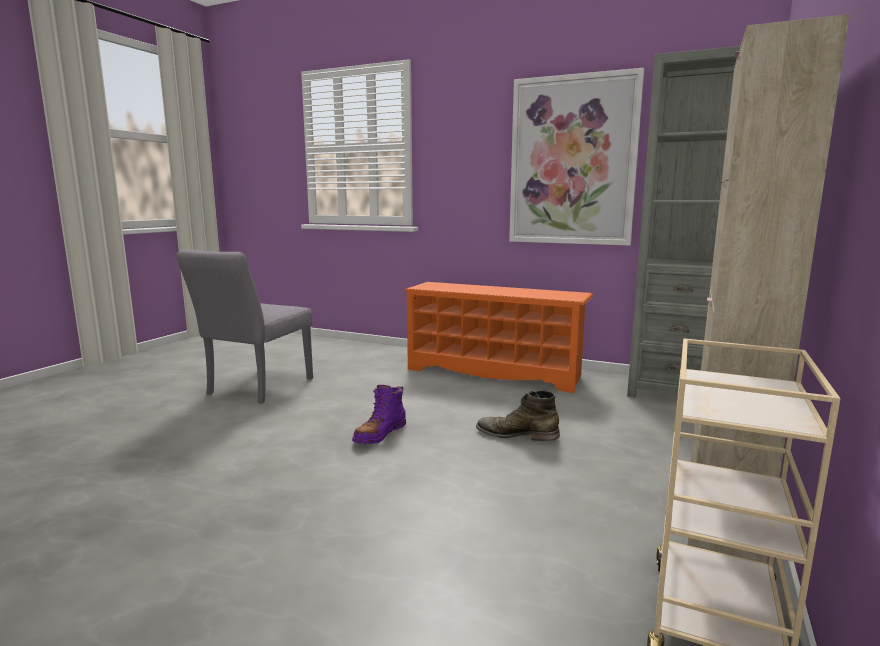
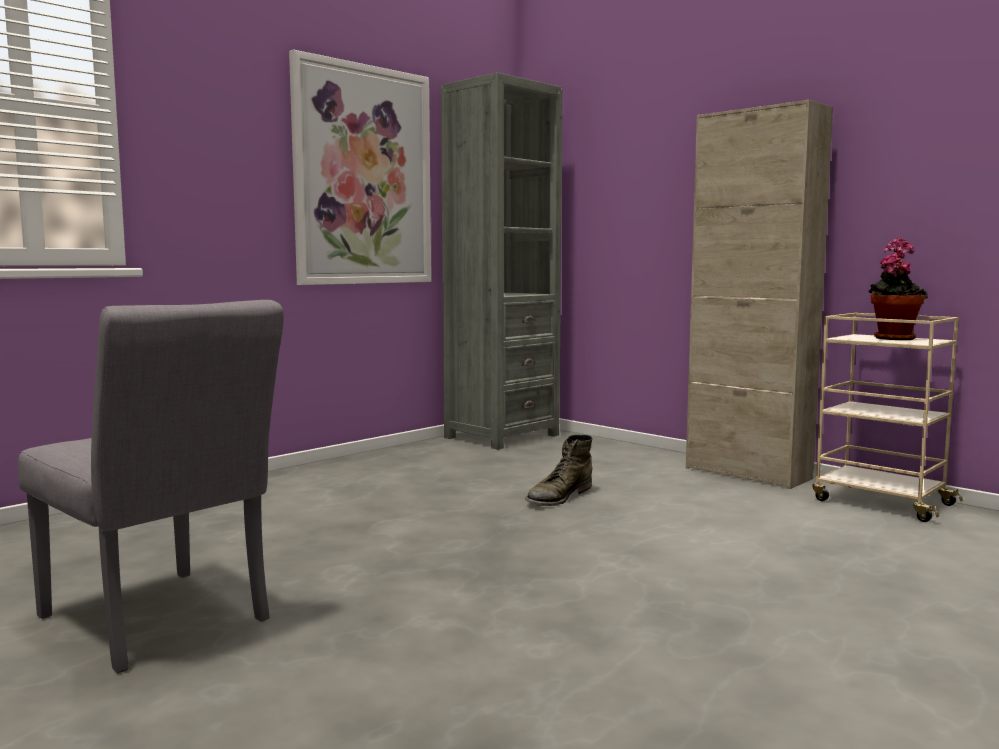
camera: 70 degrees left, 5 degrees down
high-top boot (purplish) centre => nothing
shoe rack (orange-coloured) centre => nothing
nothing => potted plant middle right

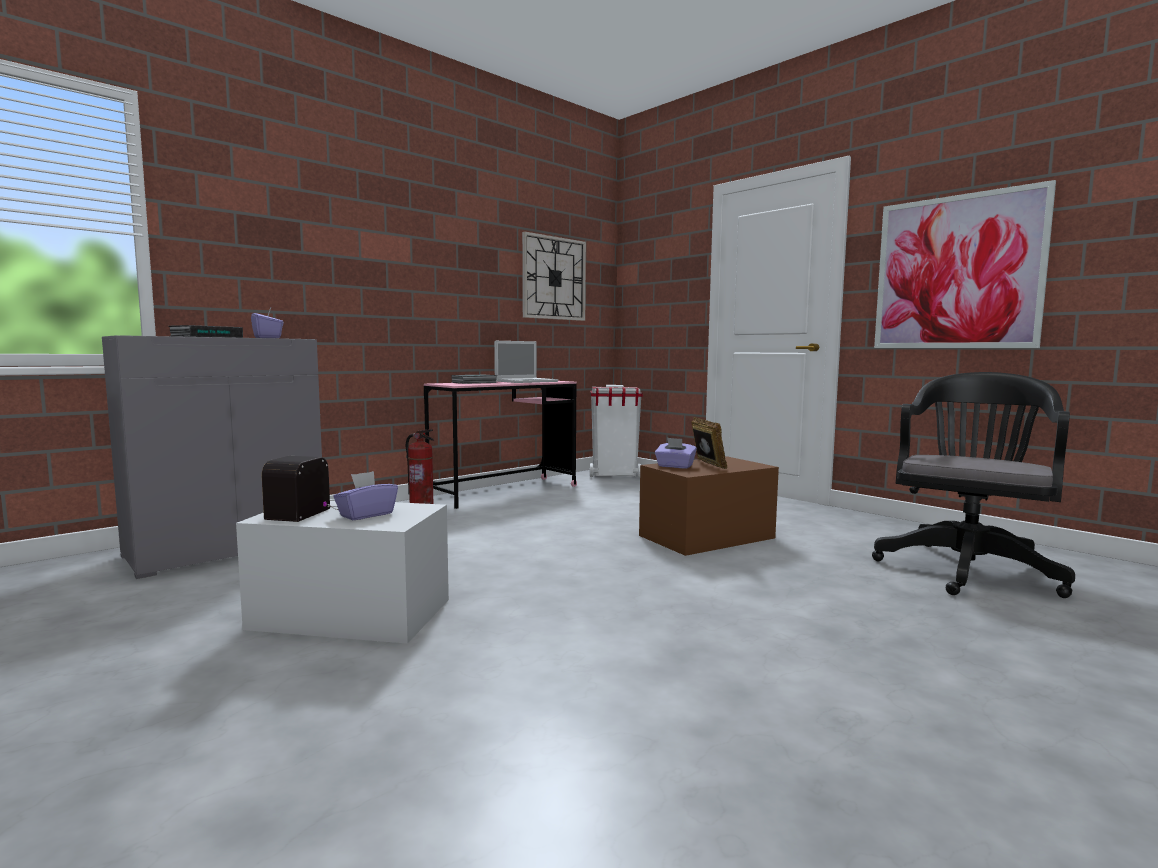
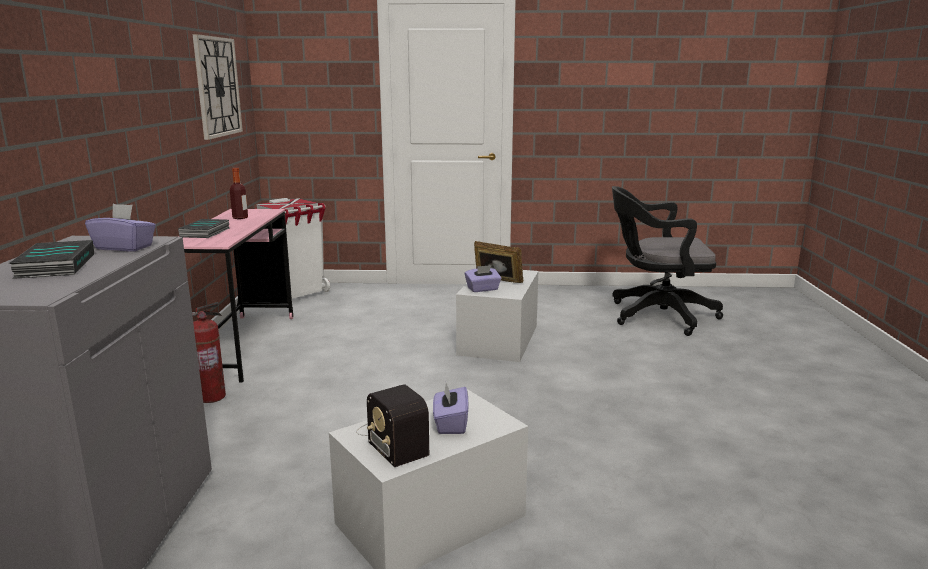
camera: 45 degrees left, 10 degrees up
wall picture top right => nothing
portable computer centre => bottle middle left
storage bin (brown) centre => storage bin (white-coloured) (no. 2 from left) centre
office chair (black) middle right, 75 degrees counterclockwise

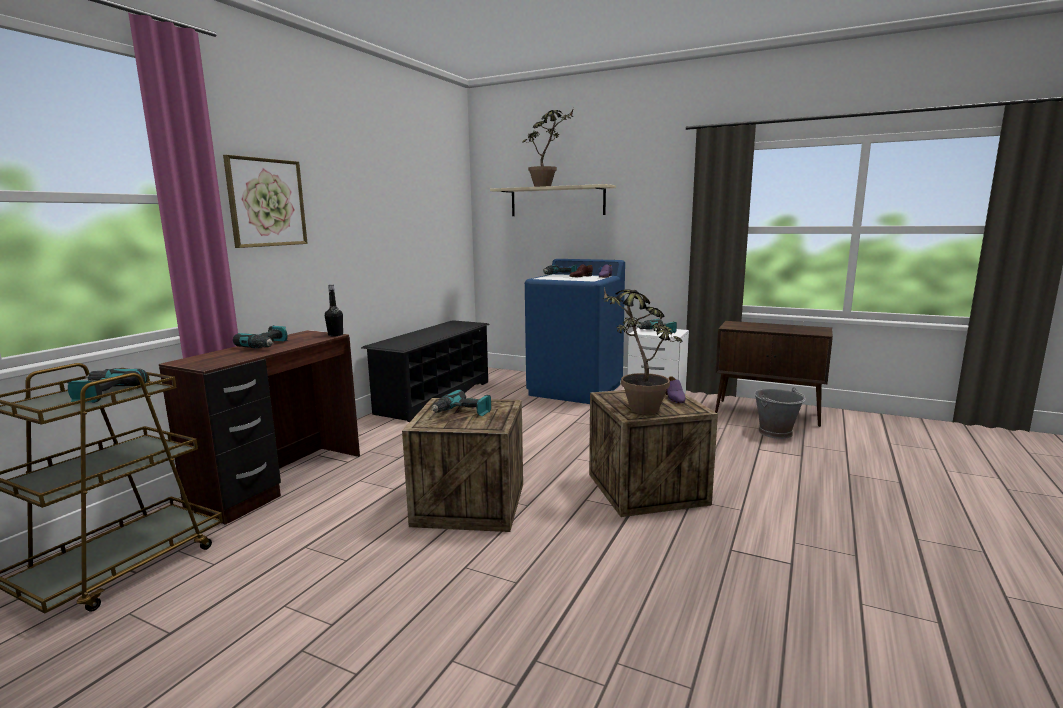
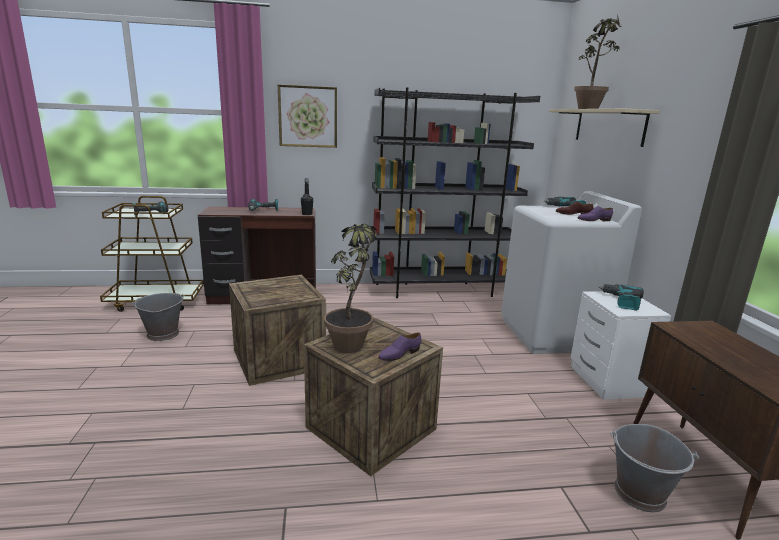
camera: 55 degrees right, 5 degrees up
power drill (no. 3 from left) centre => nothing
nothing => water bucket (gray) (no. 1 from left) middle left
shoe rack (black) centre => shelving unit (black) centre
laundry appliance (blue) centre => laundry appliance (white-coloured) middle right

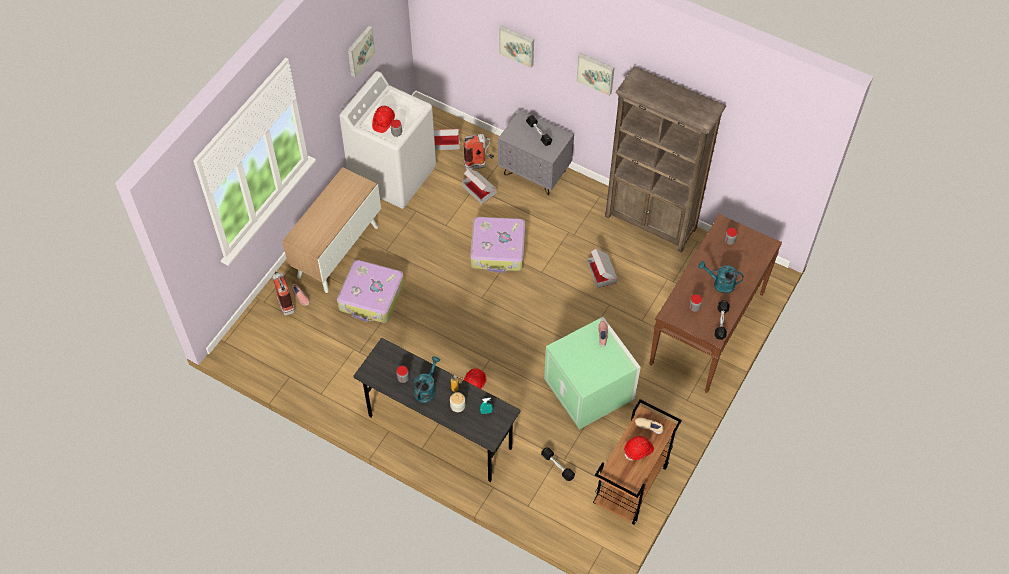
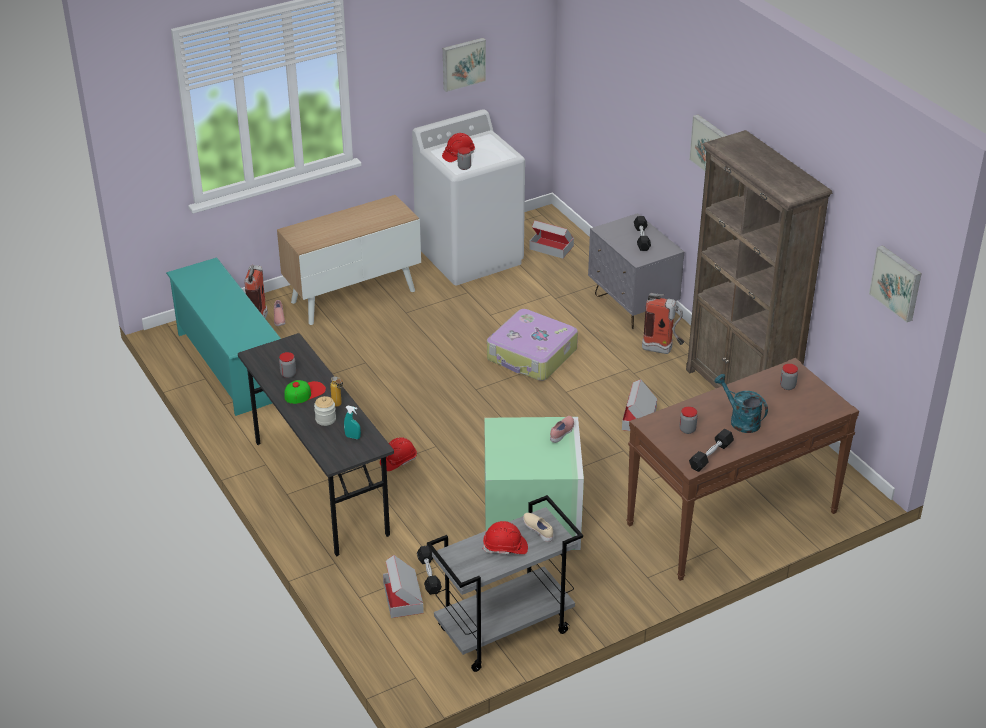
camera: 30 degrees right, 20 degrees down
piece of luggage (no. 1 from left) centre => nothing
nothing => shoe rack (turquoise-coloured) middle left
cardboard box (no. 2 from left in the first image) top centre => cardboard box (no. 1 from left) bottom centre, relocated
fire extinguisher (no. 2 from left) top centre => fire extinguisher (no. 2 from left) middle right, relocated
wall picture (no. 2 from left in the first image) top centre => wall picture (no. 3 from left) middle right, relocated
sprinkling can (turquoise-coloured) (no. 1 from left) centre => cap middle left
trolley (brown) bottom centre => trolley (gray) bottom centre

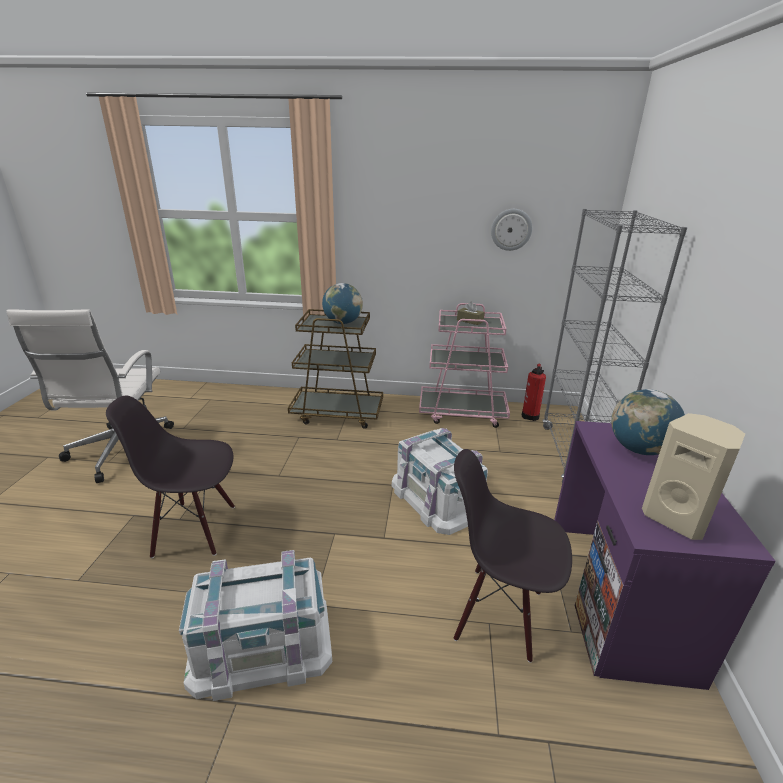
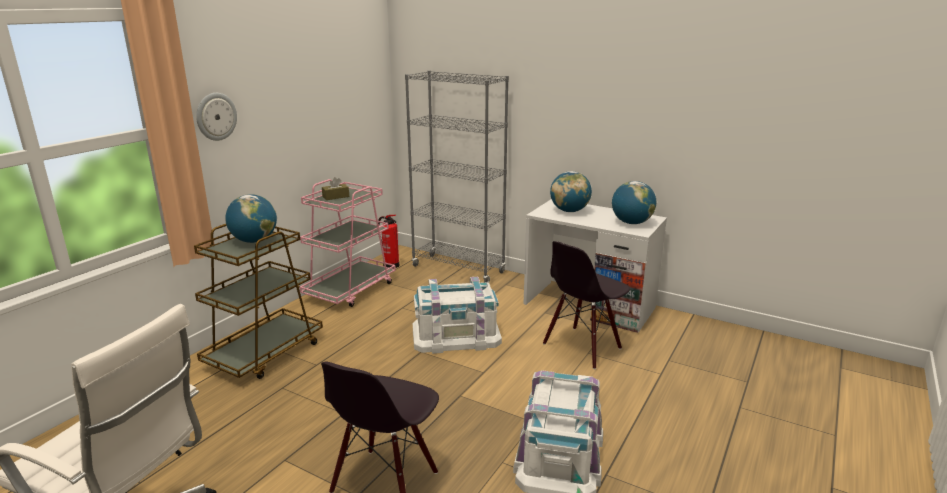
camera: 65 degrees left, 5 degrees down
wall clock top centre => wall clock top left, relocated
speaker (beige-coloured) middle right => desk globe (no. 3 from left) middle right
desk table (purplish) bottom right => desk table (white-coloured) centre

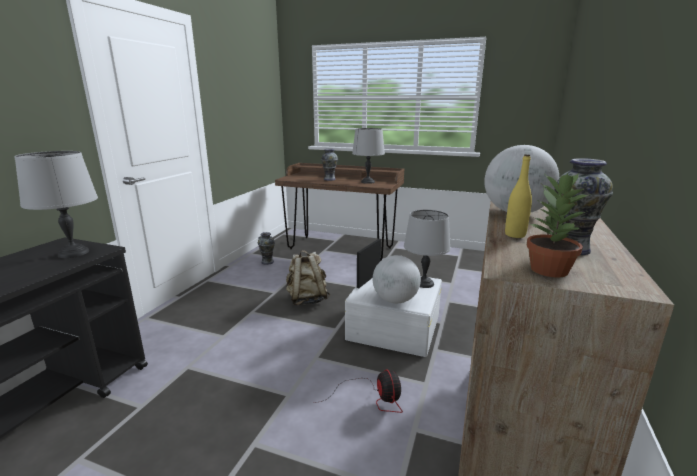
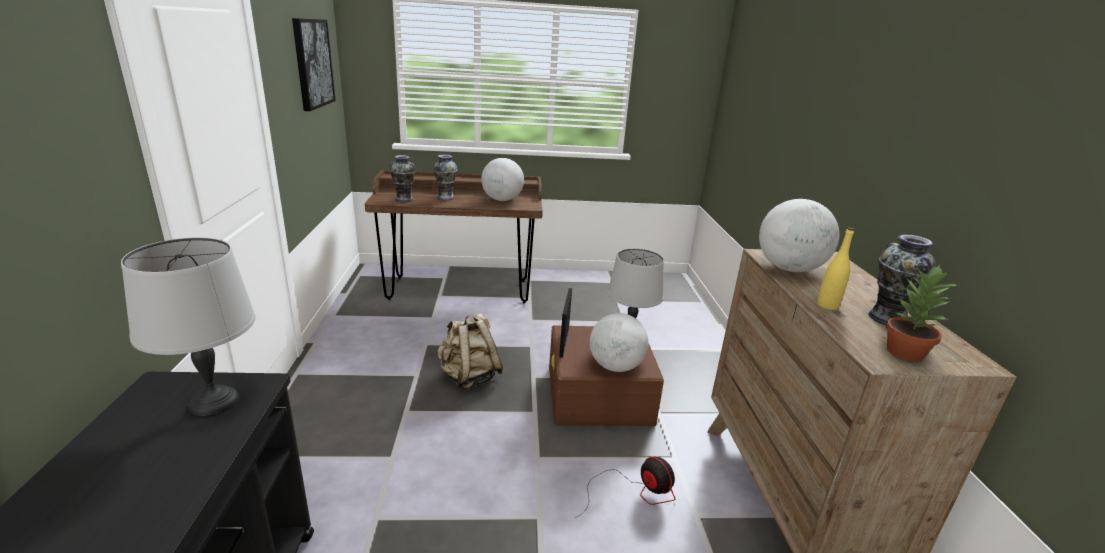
camera: 25 degrees left, 5 degrees up
nothing => wall picture top left
vase (no. 1 from left) centre => vase (no. 1 from left) top centre, relocated
lamp for a table (gray) (no. 2 from left) top centre => desk globe (no. 1 from left) top centre
storage bin (white-coloured) centre => storage bin (brown) bottom centre

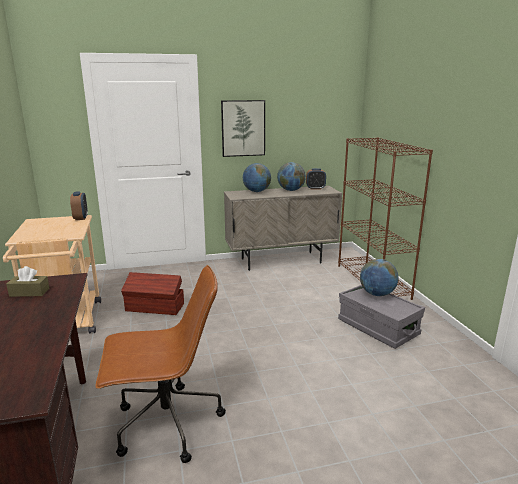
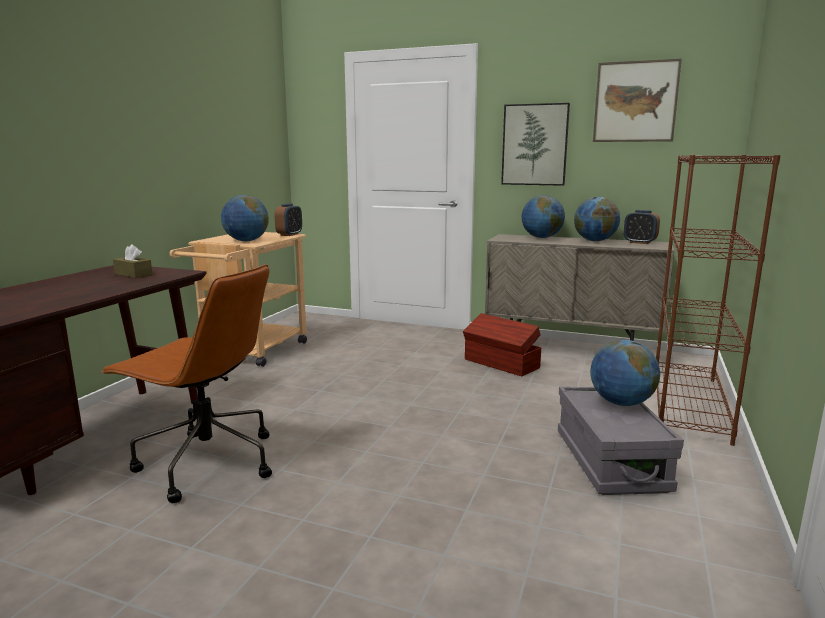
camera: 35 degrees right, 5 degrees down
nothing => desk globe (no. 1 from left) middle left
nothing => wall picture (no. 2 from left) top right
storage bin (brown) middle left => storage bin (brown) centre, relocated

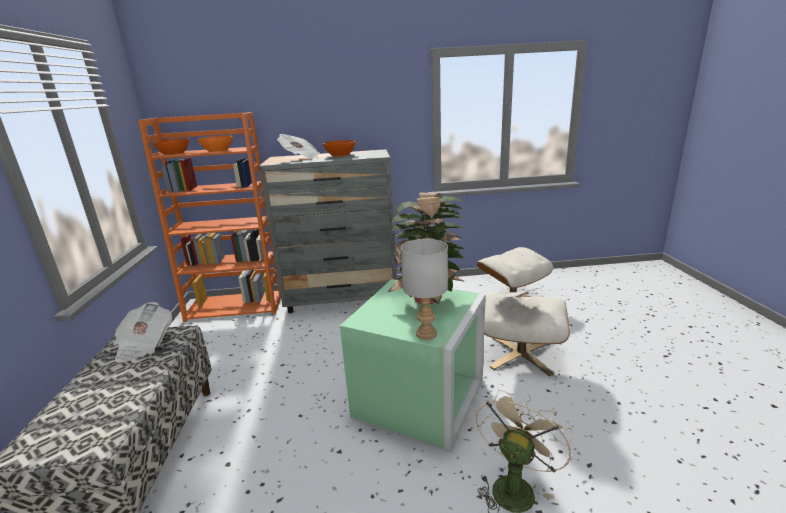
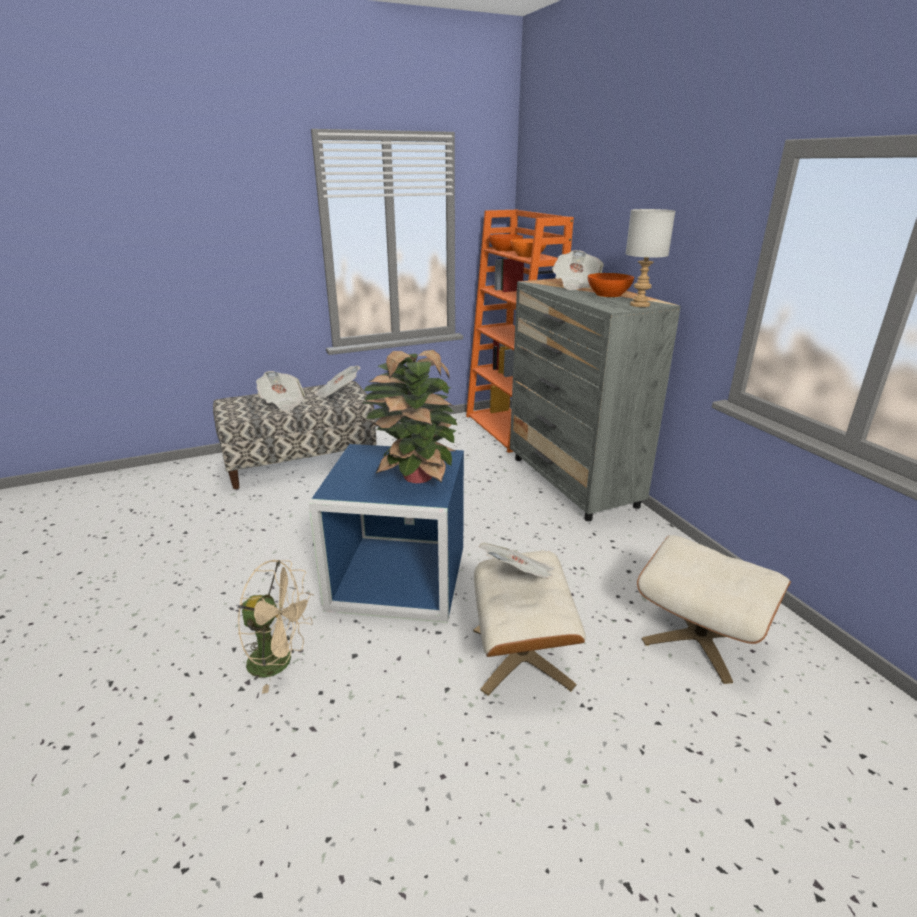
camera: 70 degrees right, 5 degrees up
nothing => daily paper (no. 1 from left) middle left
lamp for a table (gray) centre => lamp for a table (gray) top right, relocated
storage bin (green) bottom centre => storage bin (blue) centre

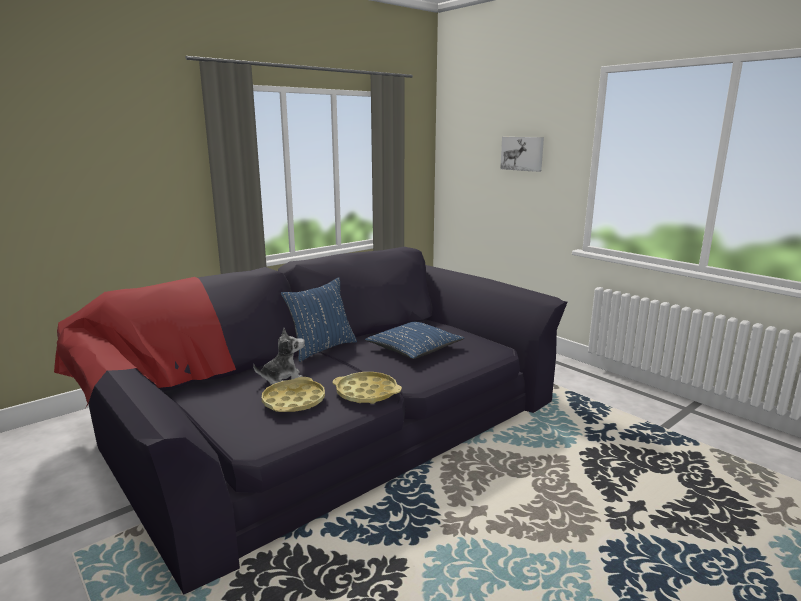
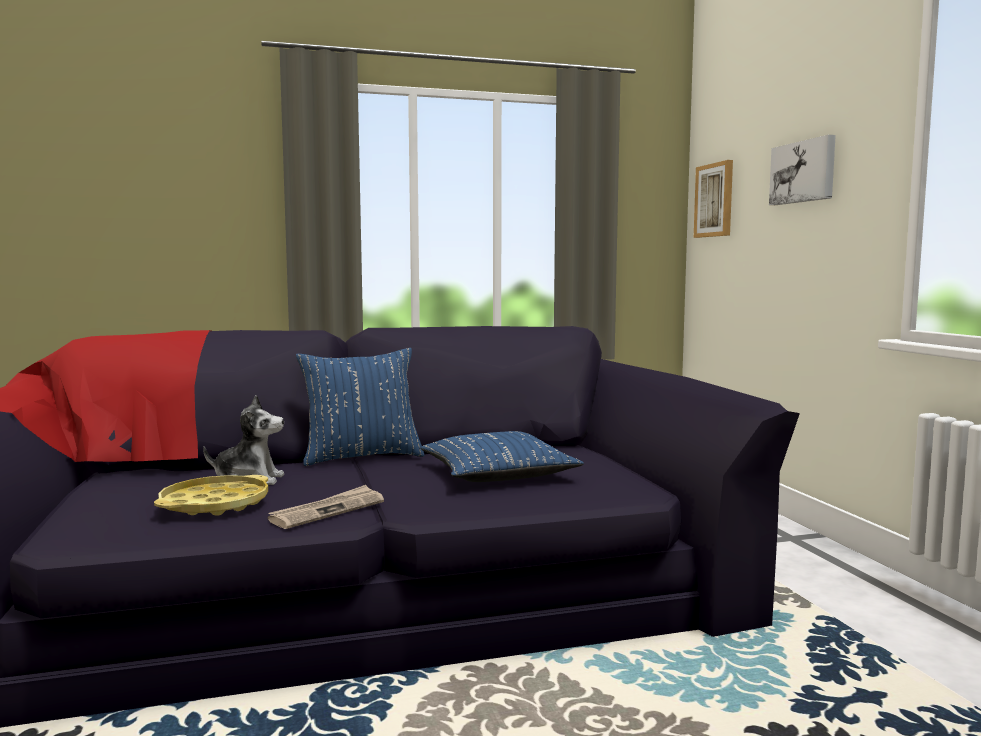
camera: 25 degrees right, 10 degrees down
nothing => wall picture (no. 1 from left) top right
tray (yellowish) (no. 2 from left) centre => daily paper bottom left

